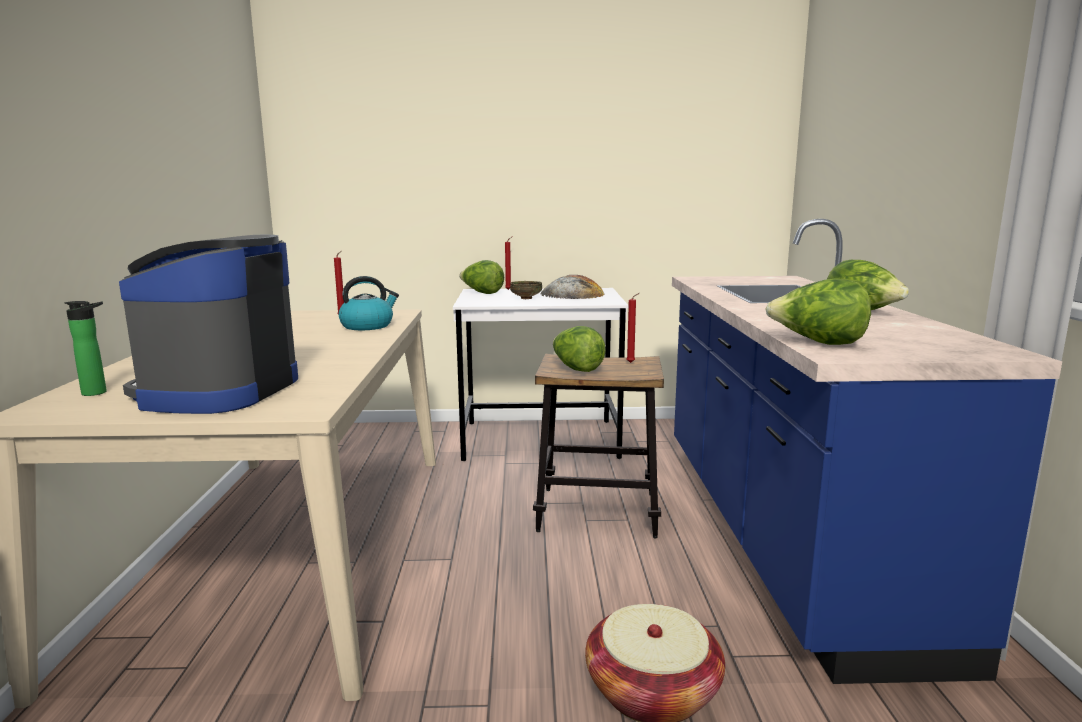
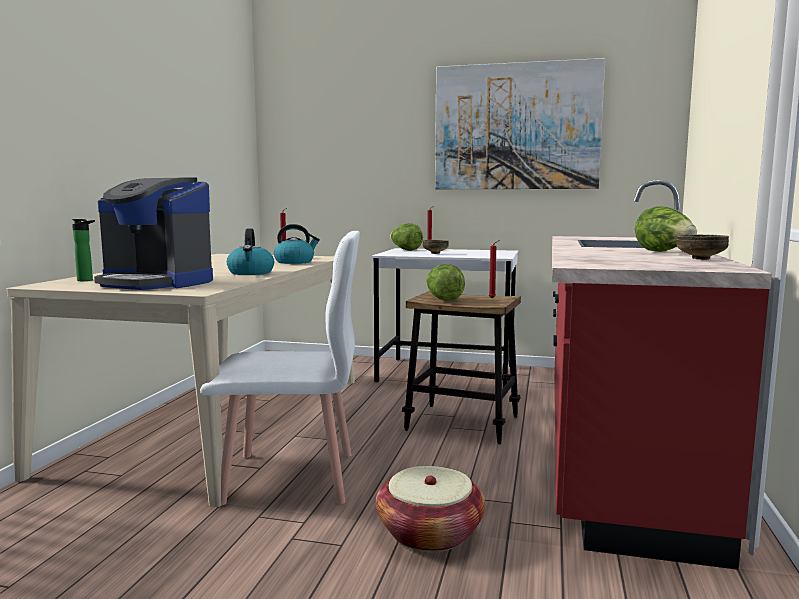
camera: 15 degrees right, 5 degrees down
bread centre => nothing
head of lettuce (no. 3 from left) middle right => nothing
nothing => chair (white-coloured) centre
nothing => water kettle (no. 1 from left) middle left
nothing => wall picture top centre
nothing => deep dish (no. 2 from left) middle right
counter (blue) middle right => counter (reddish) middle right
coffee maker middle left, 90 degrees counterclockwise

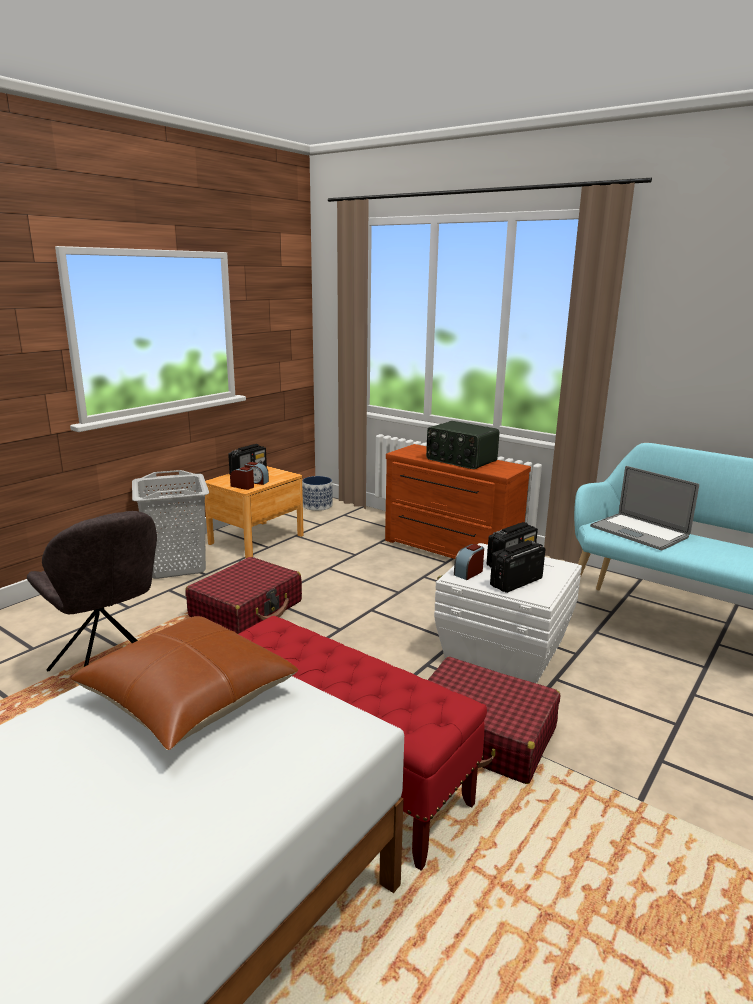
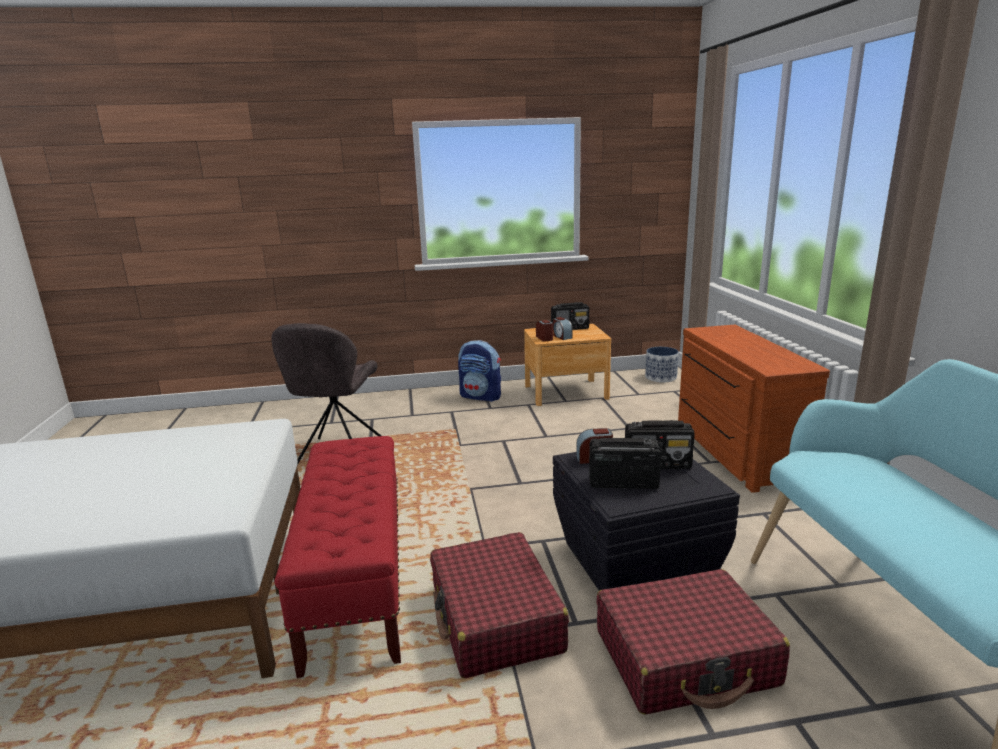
camera: 45 degrees right, 0 degrees up
throw pillow (brown) bottom left => nothing
radio set (no. 2 from left) centre => nothing
portable computer middle right => nothing
piece of luggage (reddish) (no. 1 from left in the first image) middle left => piece of luggage (reddish) (no. 2 from left) bottom right, relocated
hamper (gray) middle left => rucksack centre
storage bin (white-coloured) middle right => storage bin (black) bottom centre

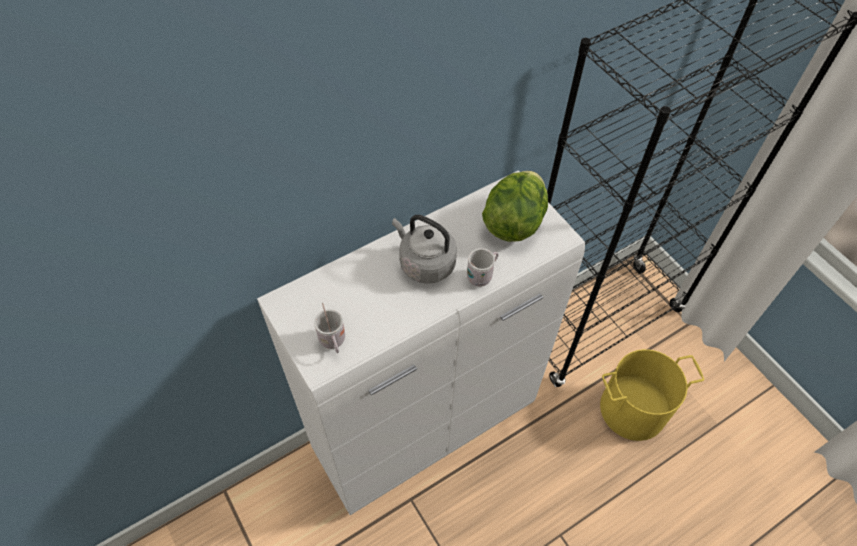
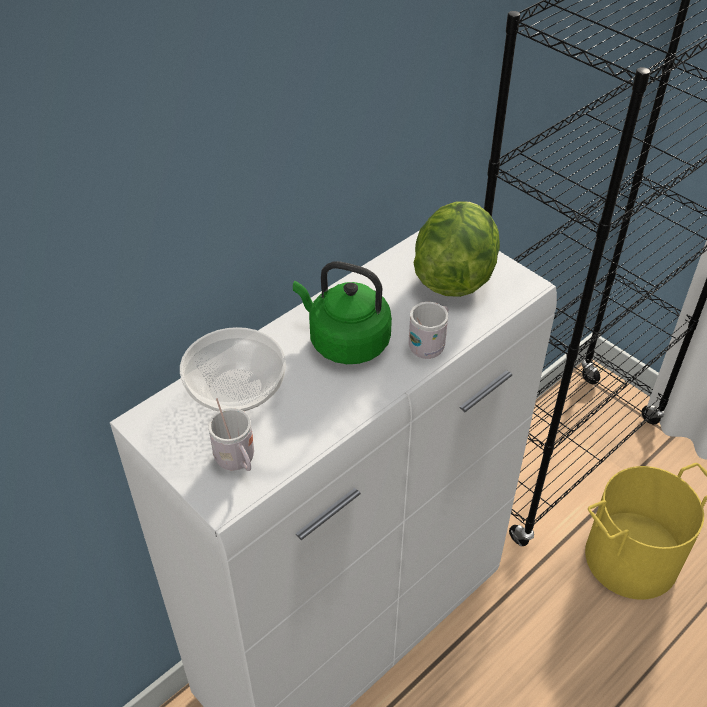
camera: 10 degrees left, 10 degrees down
nothing => deep dish middle left
water kettle (gray) centre => water kettle (green) centre

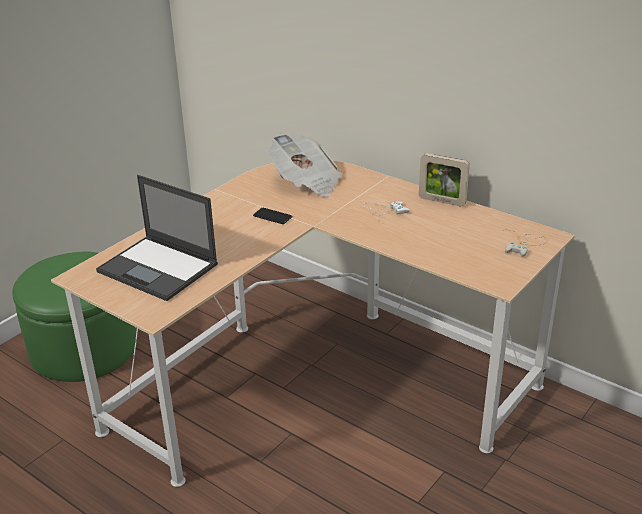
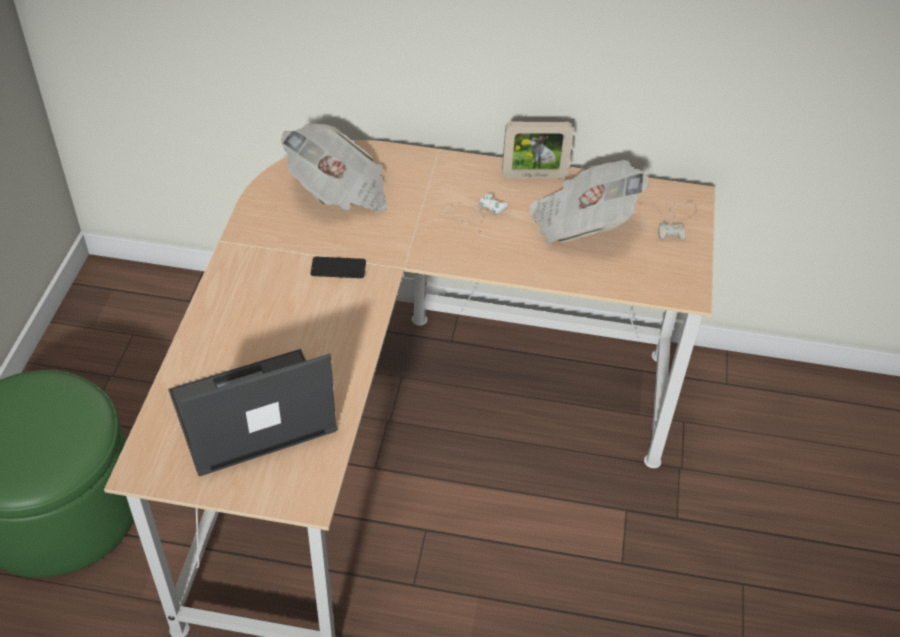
camera: 30 degrees left, 15 degrees up
nothing => daily paper (no. 2 from left) top centre
portable computer middle left, 150 degrees clockwise

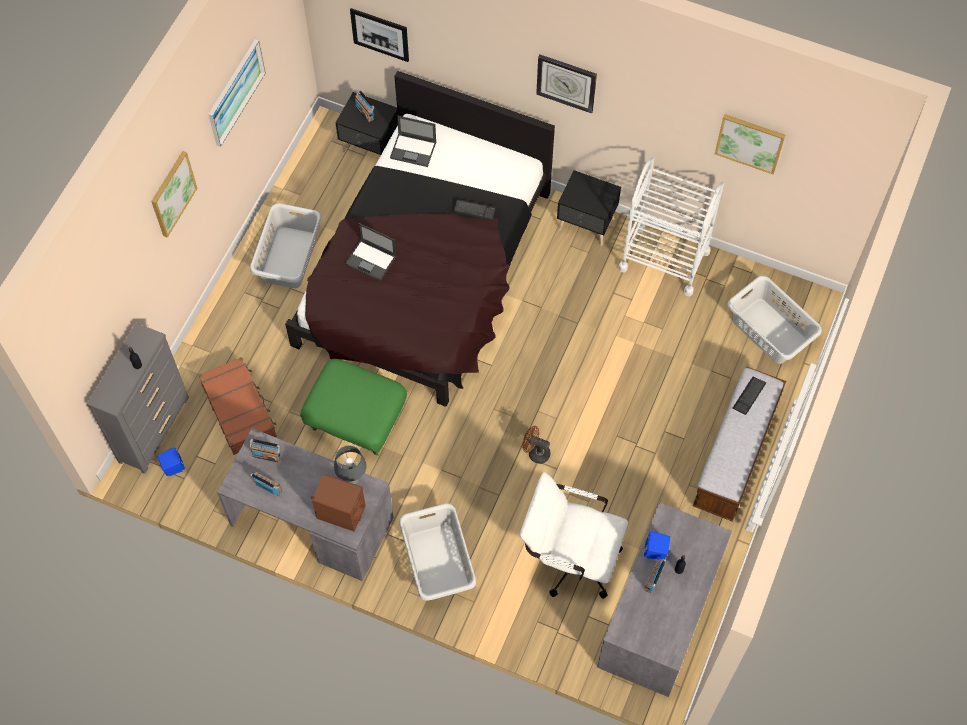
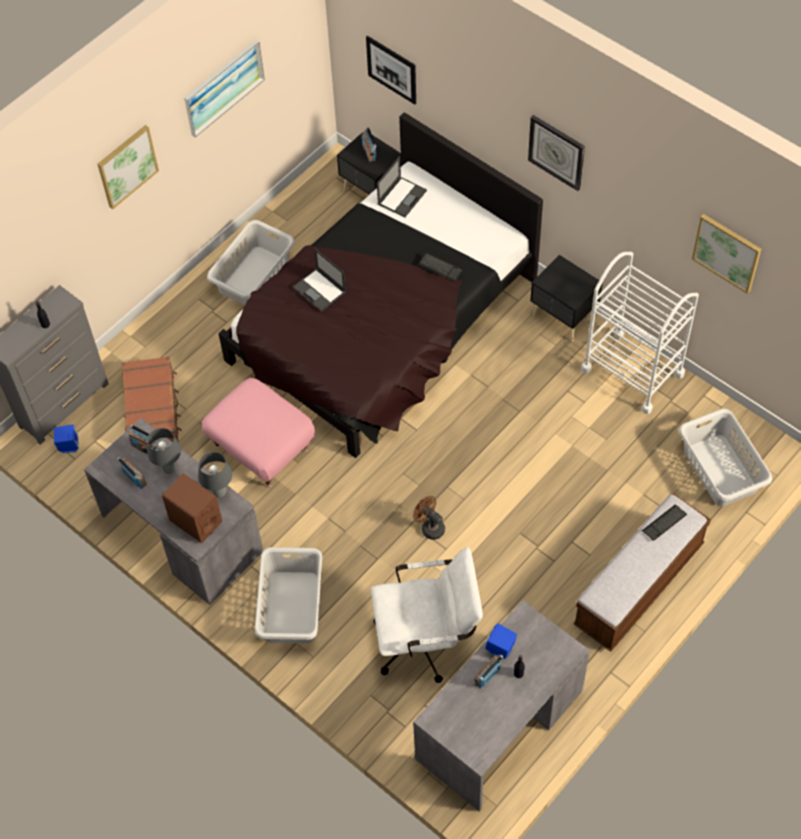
camera: 20 degrees right, 5 degrees down
nothing => lamp for a table (gray) (no. 1 from left) middle left
footrest (green) centre => footrest (pink-coloured) middle left
portable computer (no. 2 from left) top centre, 90 degrees counterclockwise
office chair (white-coloured) bottom centre, 135 degrees clockwise

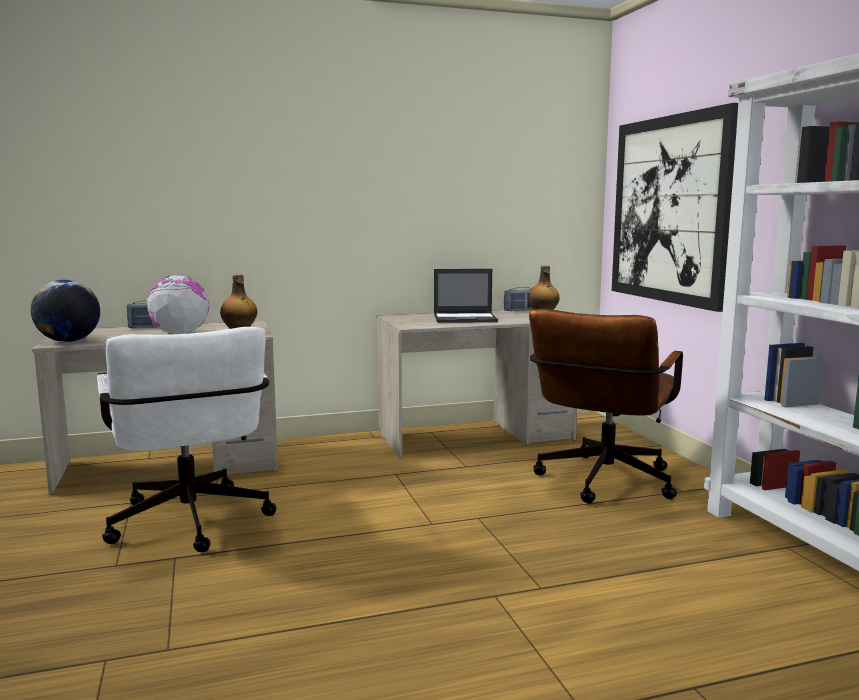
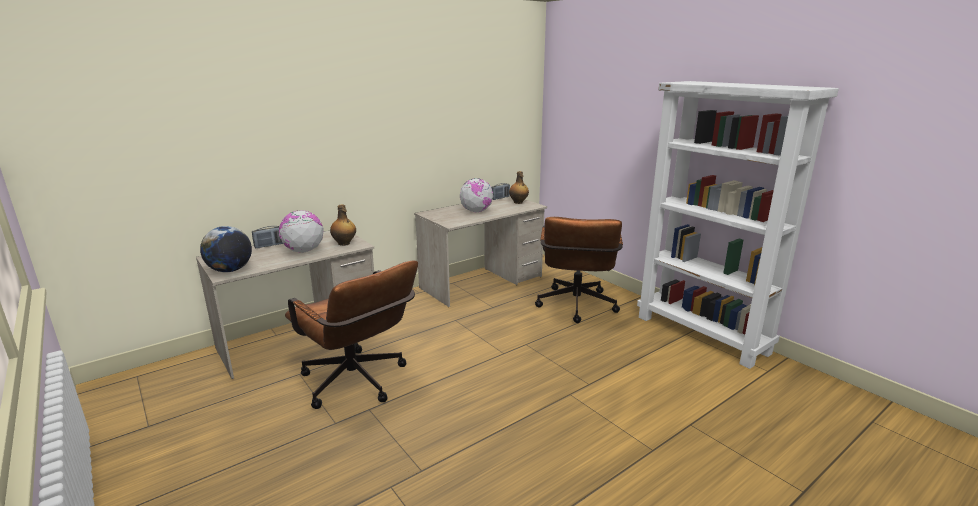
camera: 20 degrees left, 10 degrees up
wall picture top right => nothing
portable computer centre => desk globe (no. 3 from left) centre
office chair (white-coloured) middle left => office chair (brown) (no. 1 from left) centre

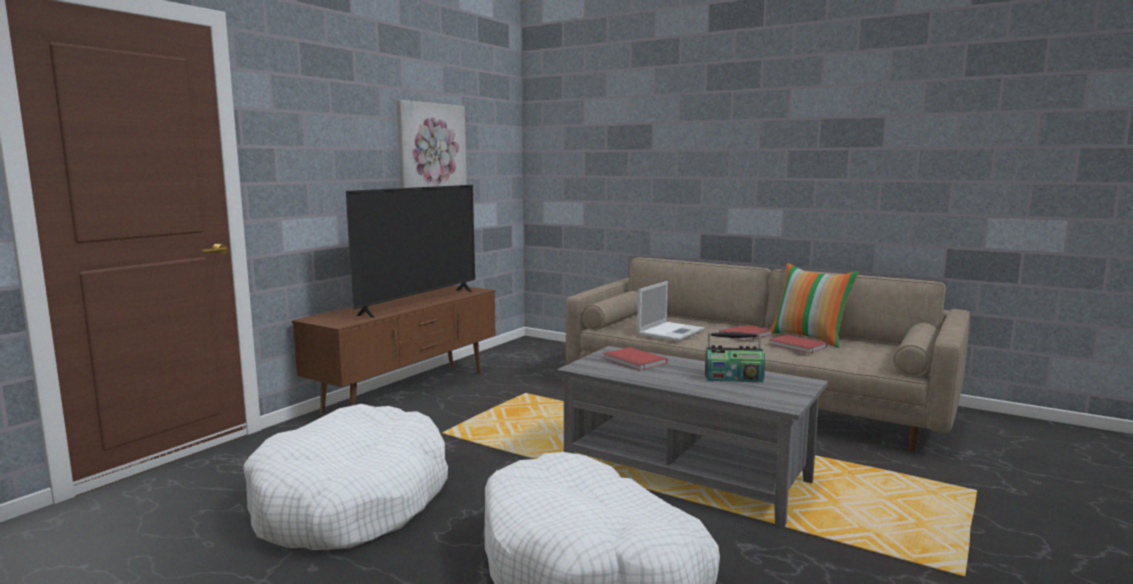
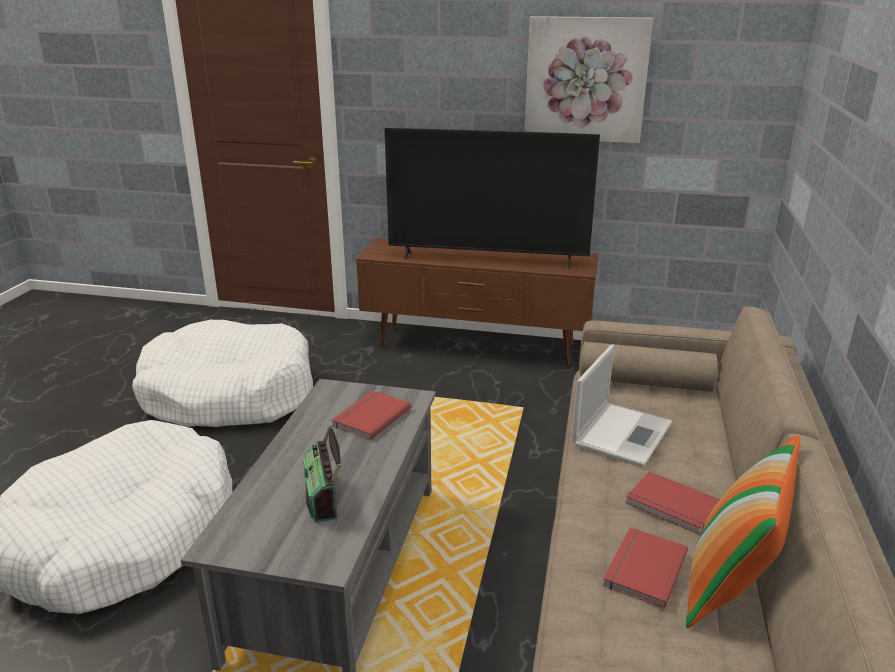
camera: 70 degrees right, 15 degrees up
portable computer centre => portable computer middle right, 75 degrees counterclockwise

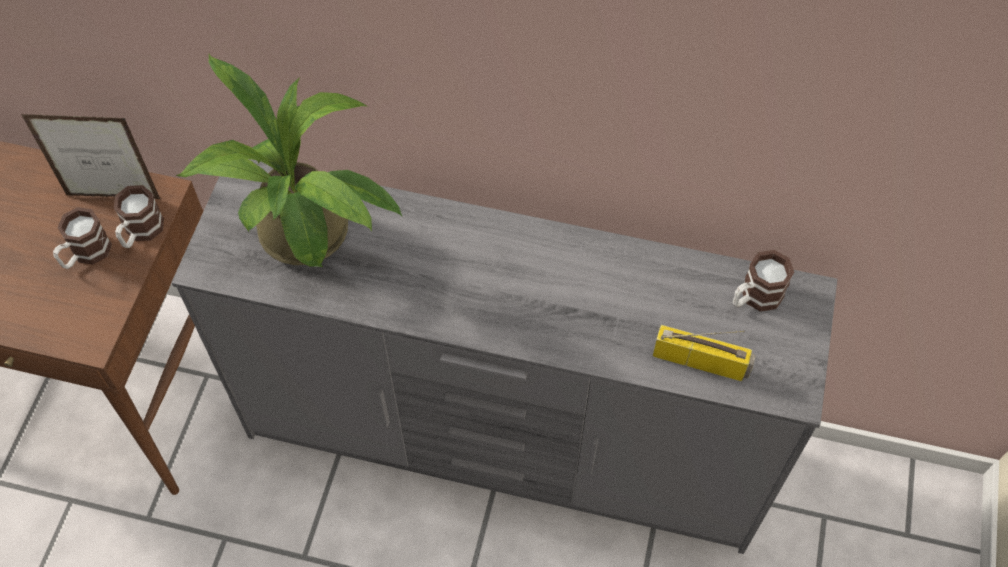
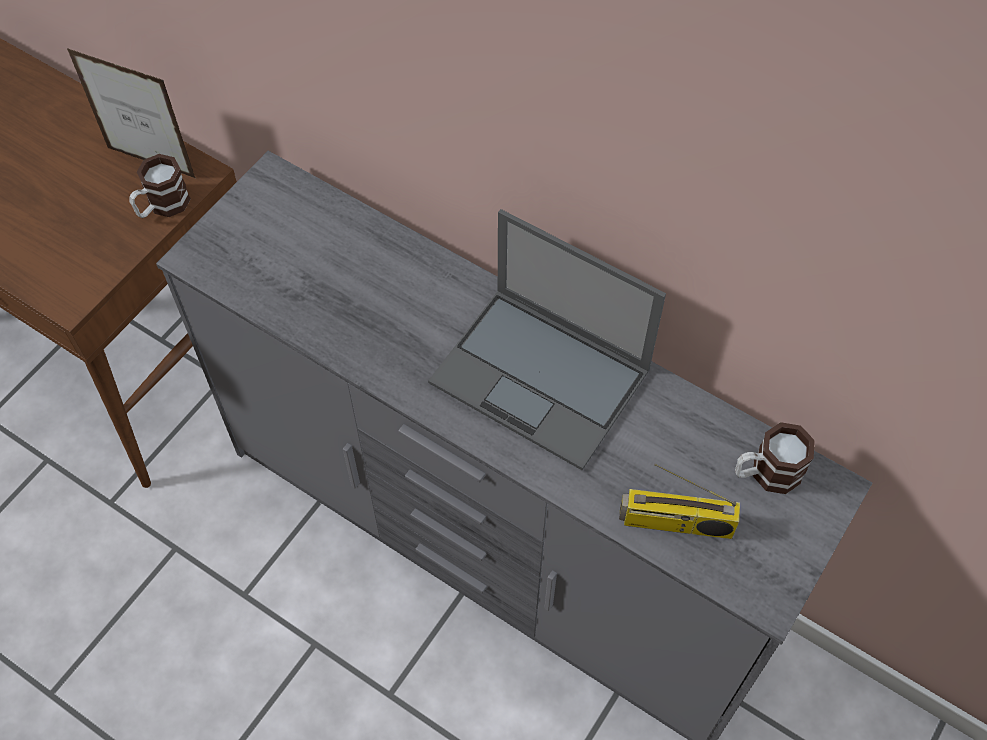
camera: 20 degrees right, 0 degrees up
coffee mug (no. 1 from left) middle left => nothing
potted plant top left => nothing
nothing => portable computer centre
radio set middle right => radio set bottom right, 150 degrees clockwise

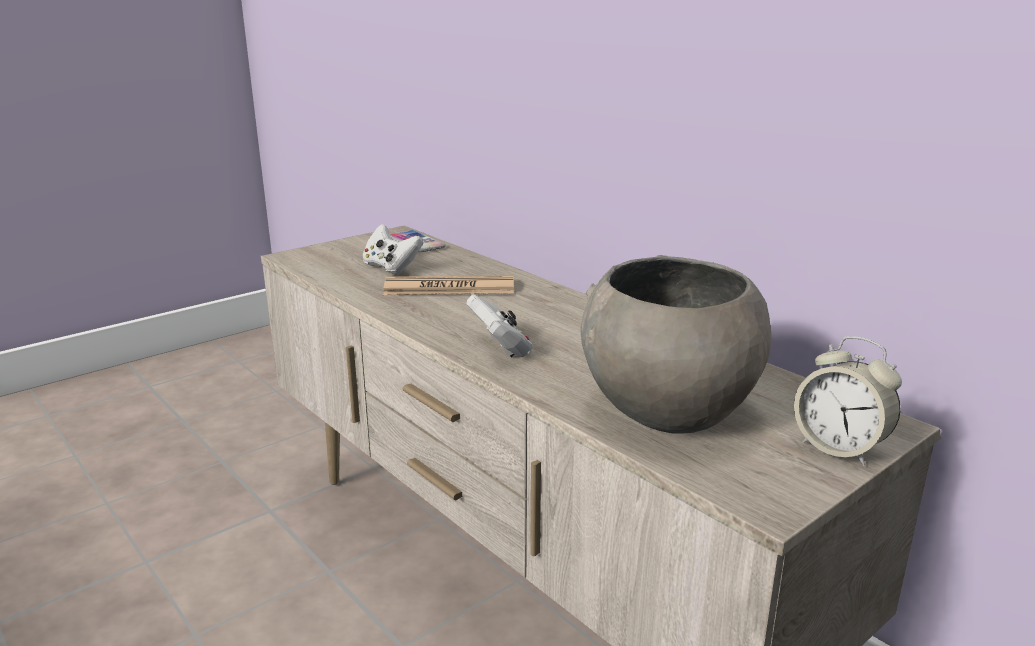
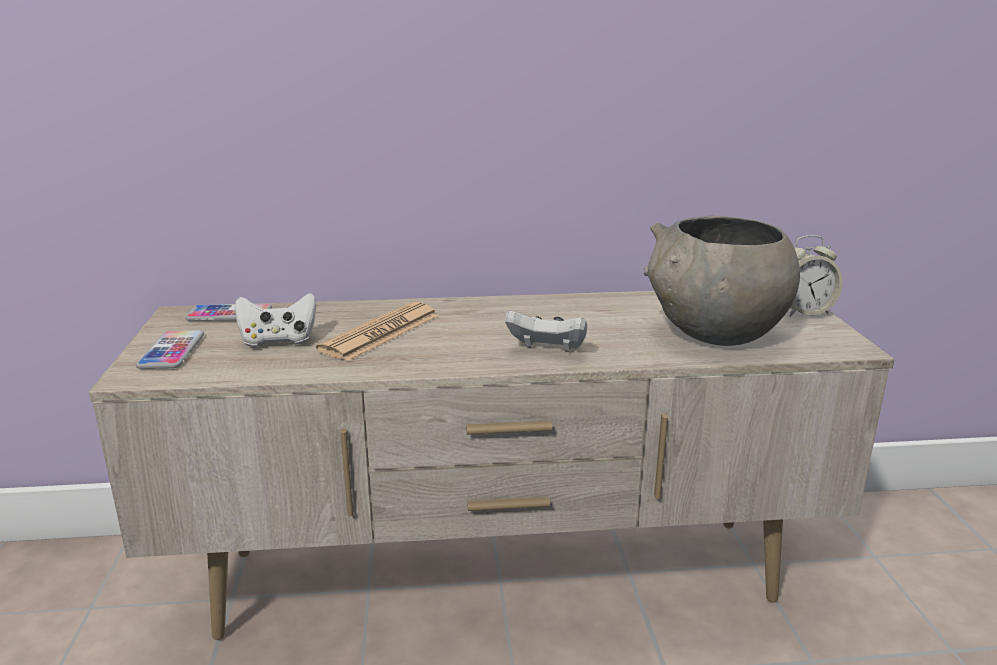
camera: 55 degrees left, 0 degrees up
nothing => phone (no. 1 from left) middle left

